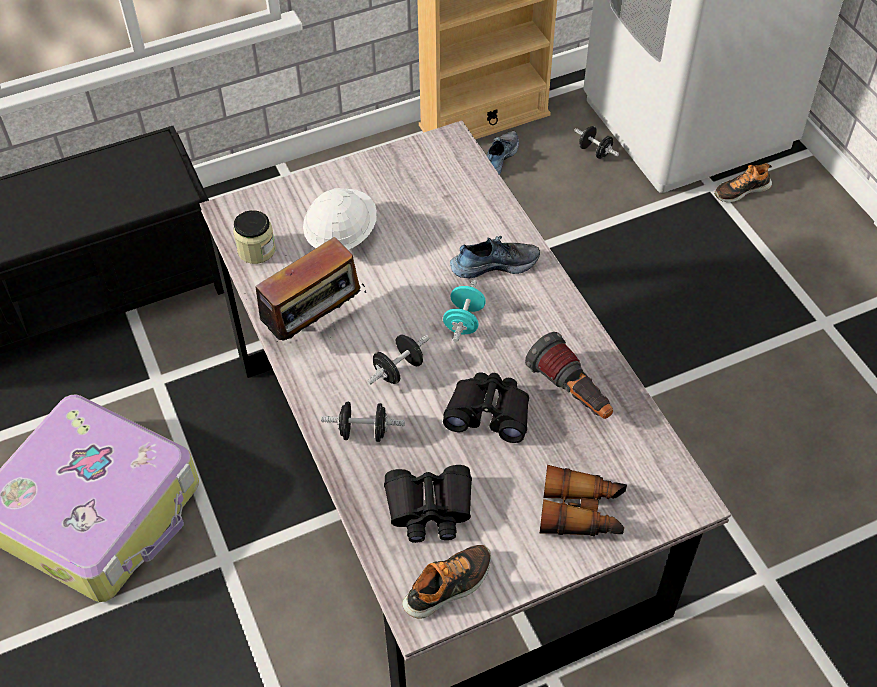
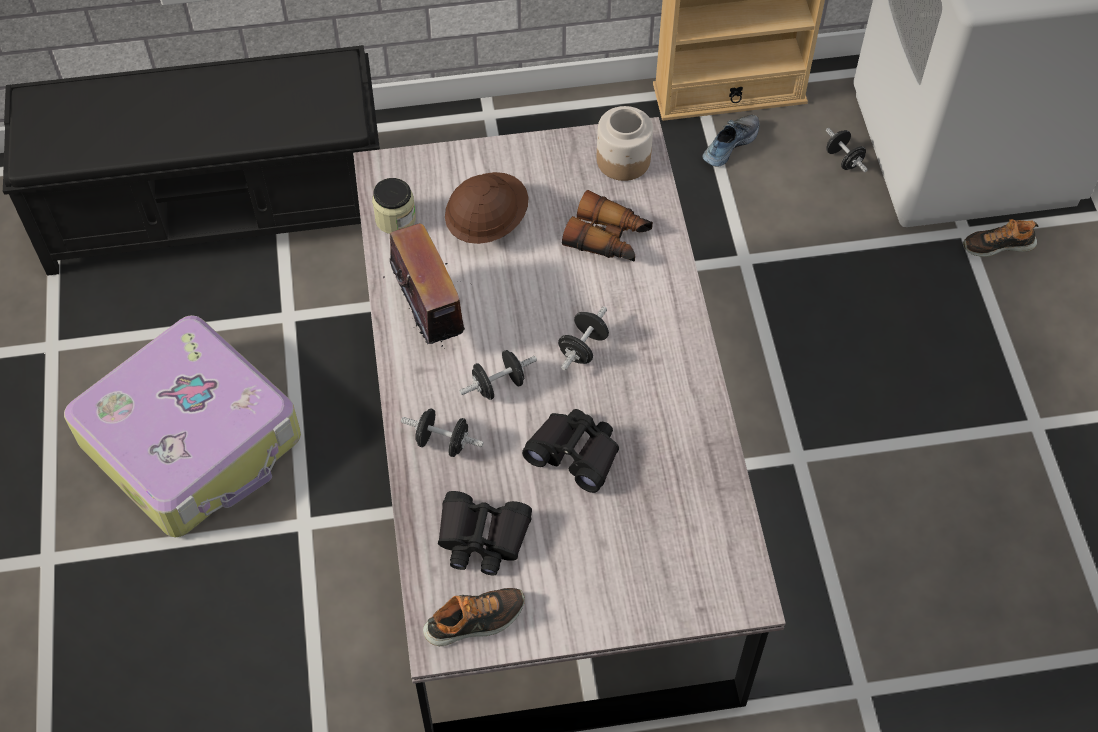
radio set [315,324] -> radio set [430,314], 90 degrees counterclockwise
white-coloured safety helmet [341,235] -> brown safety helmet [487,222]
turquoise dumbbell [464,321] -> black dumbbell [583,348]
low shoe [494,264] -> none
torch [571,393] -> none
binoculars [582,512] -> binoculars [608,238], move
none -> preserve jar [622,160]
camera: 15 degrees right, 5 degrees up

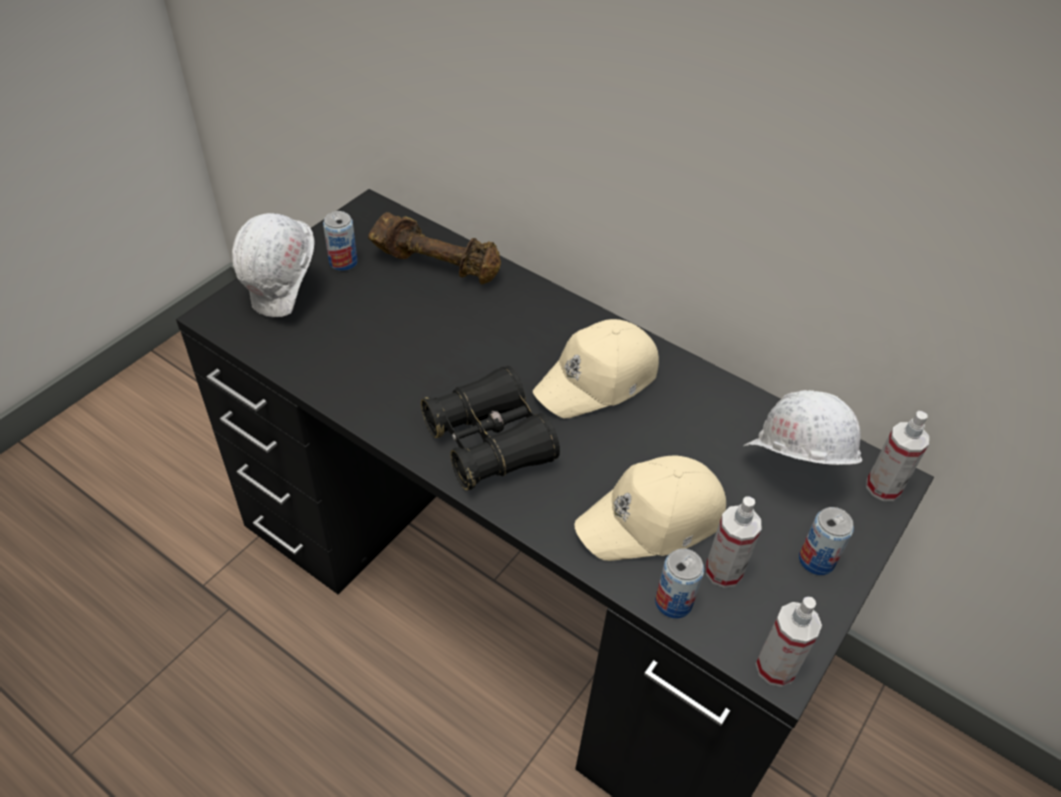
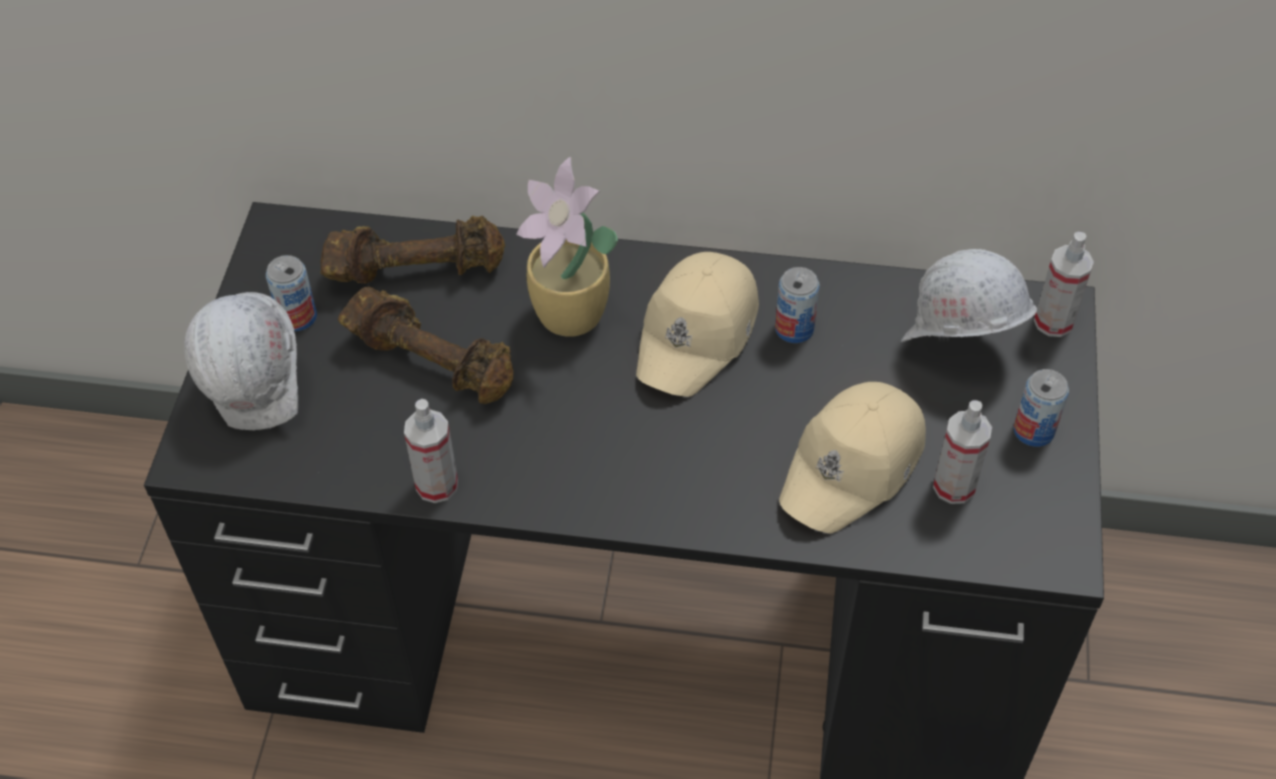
black binoculars [489,442] -> none
can [673,602] -> can [794,329], move
spray bottle [775,667] -> spray bottle [437,485], move
none -> brown dumbbell [433,361]
none -> potted plant [571,317]
camera: 25 degrees left, 5 degrees up

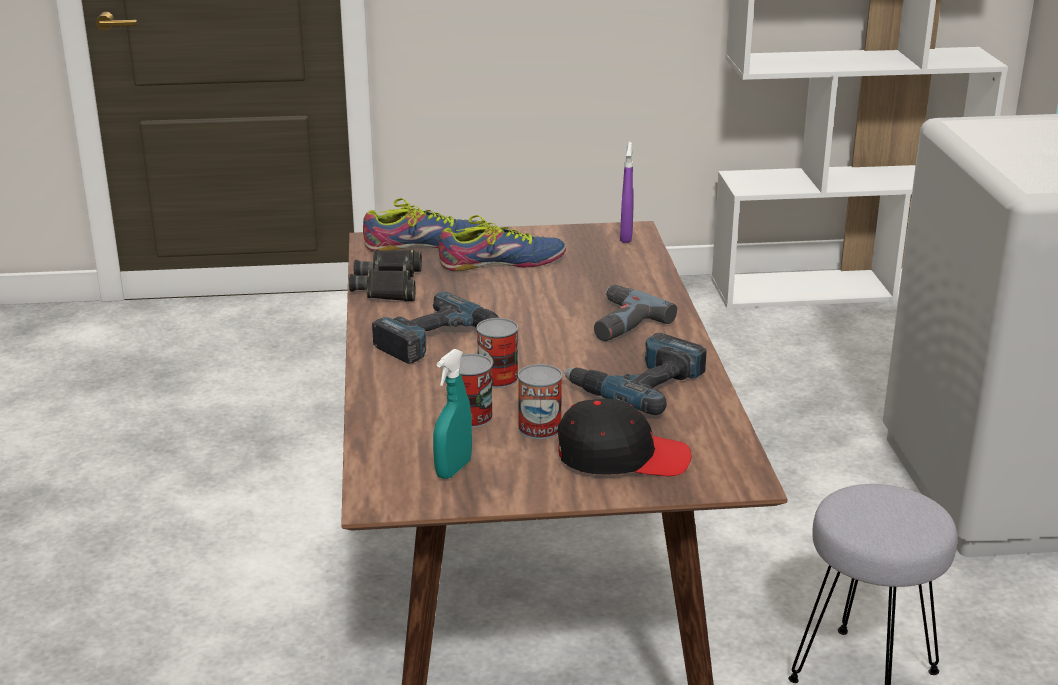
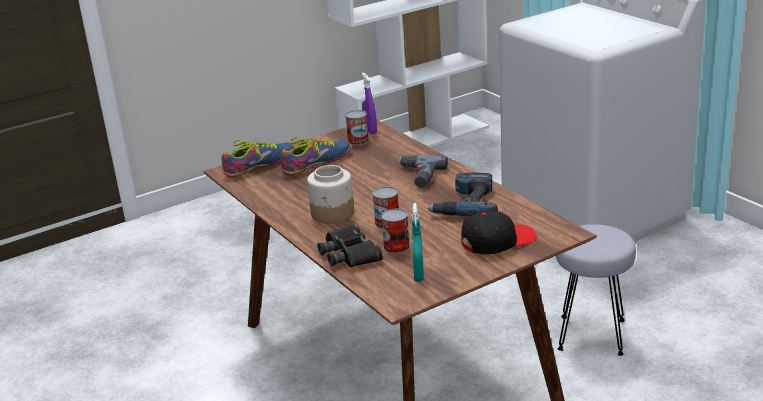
black binoculars [389,285] -> black binoculars [350,254], move
drill [441,341] -> preserve jar [333,213]
can [539,428] -> can [358,141], move
camera: 25 degrees left, 0 degrees up

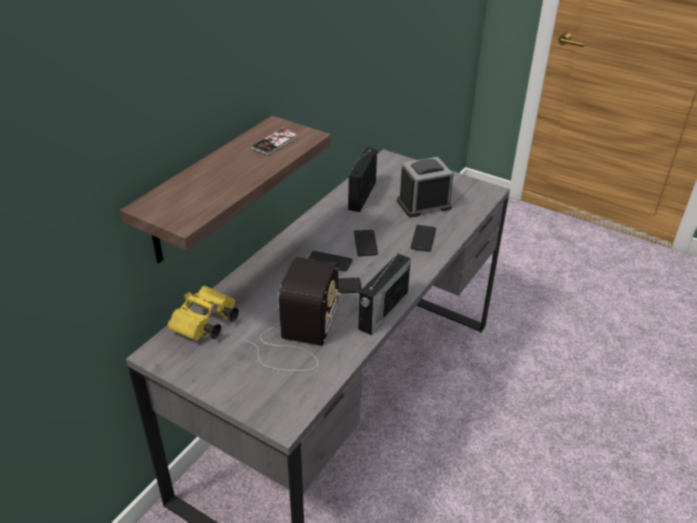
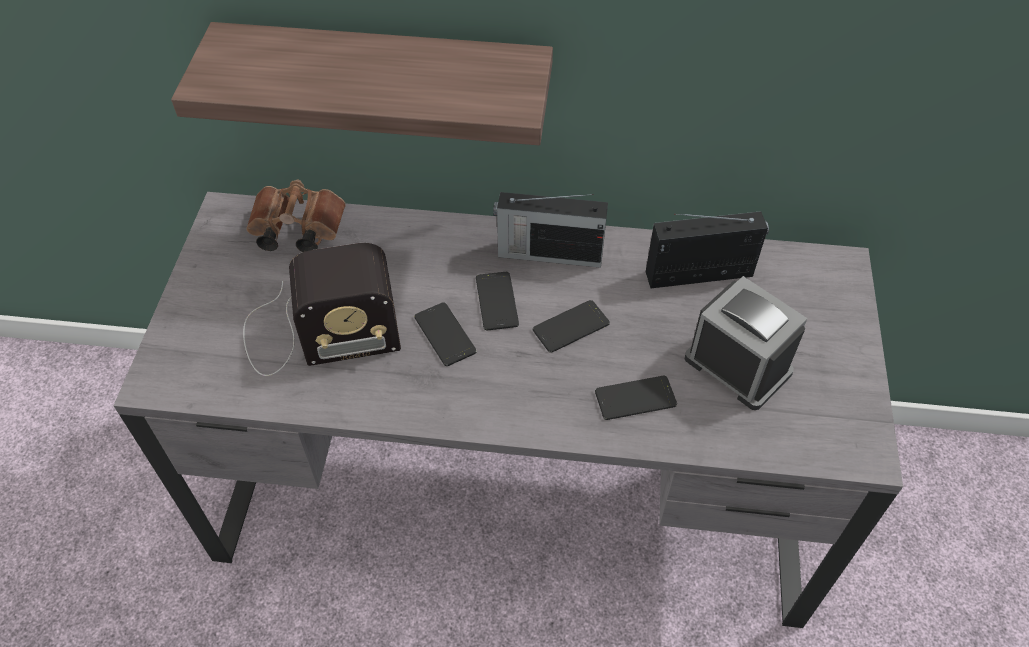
yellowish binoculars [205,324] -> brown binoculars [295,231]
telephone [275,143] -> none
radio set [382,312] -> radio set [548,253], move
camera: 65 degrees right, 15 degrees up

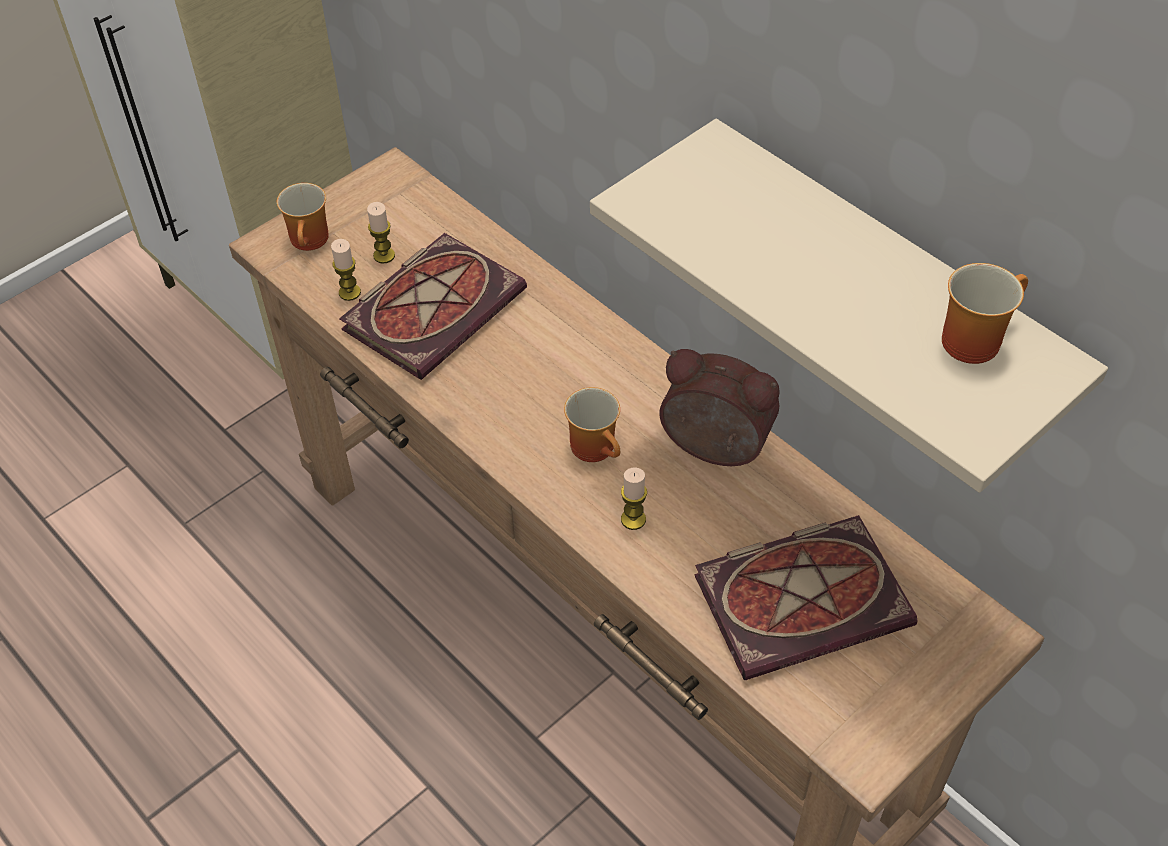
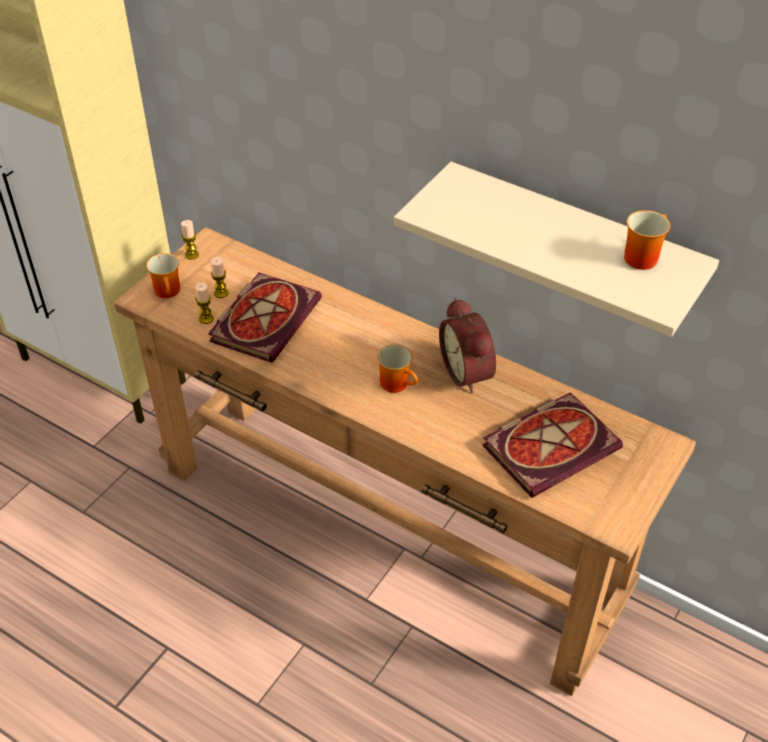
candle [633,519] -> candle [192,255], move
bedside clock [713,449] -> bedside clock [469,372], 120 degrees counterclockwise
camera: 15 degrees left, 5 degrees down

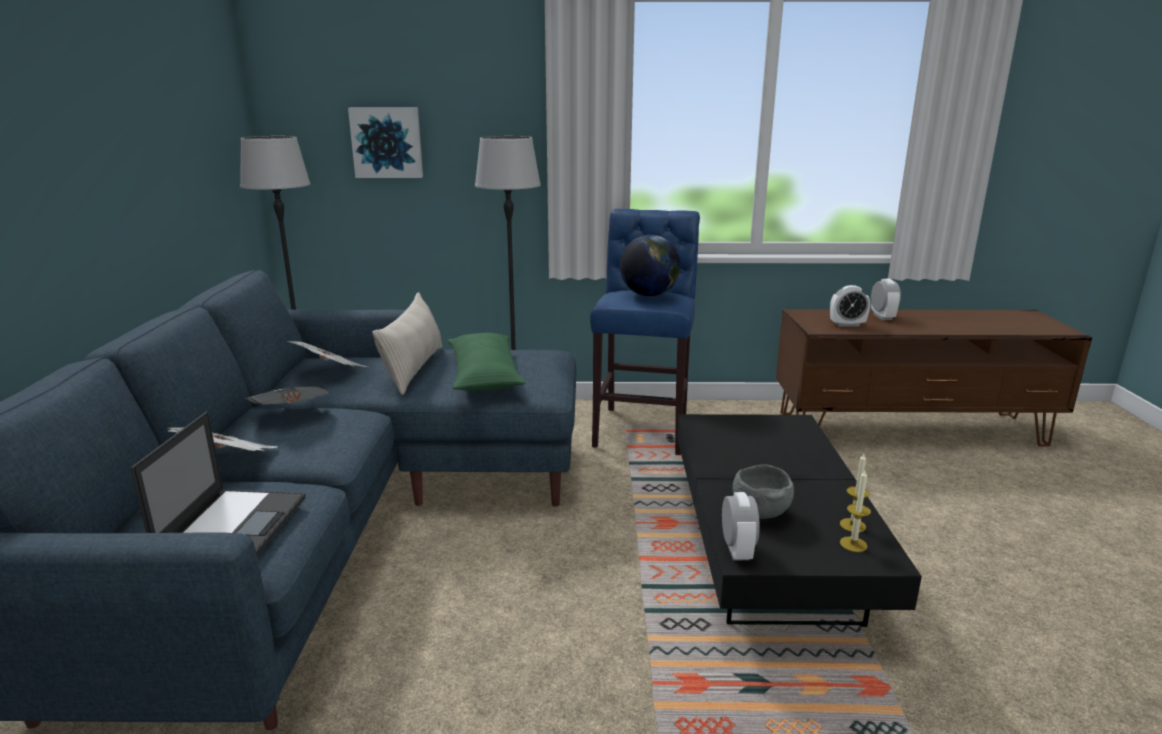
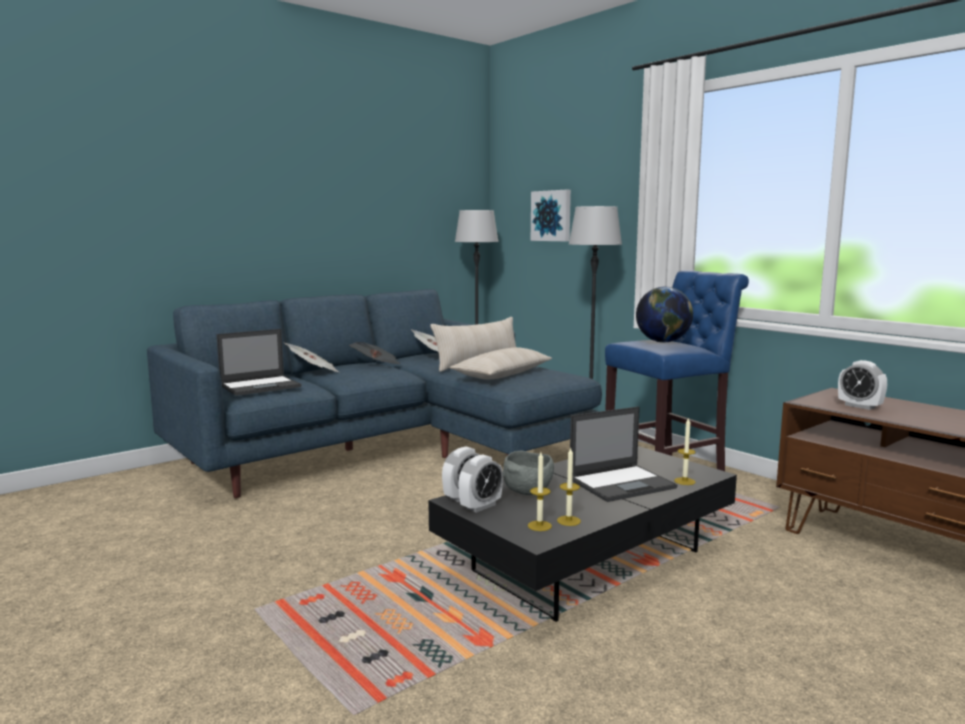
green-coloured pillow [484,375] -> beige-coloured pillow [502,375]
bedside clock [882,317] -> bedside clock [481,506], move
none -> notebook computer [622,483]
none -> candle [684,481]
camera: 50 degrees right, 10 degrees down

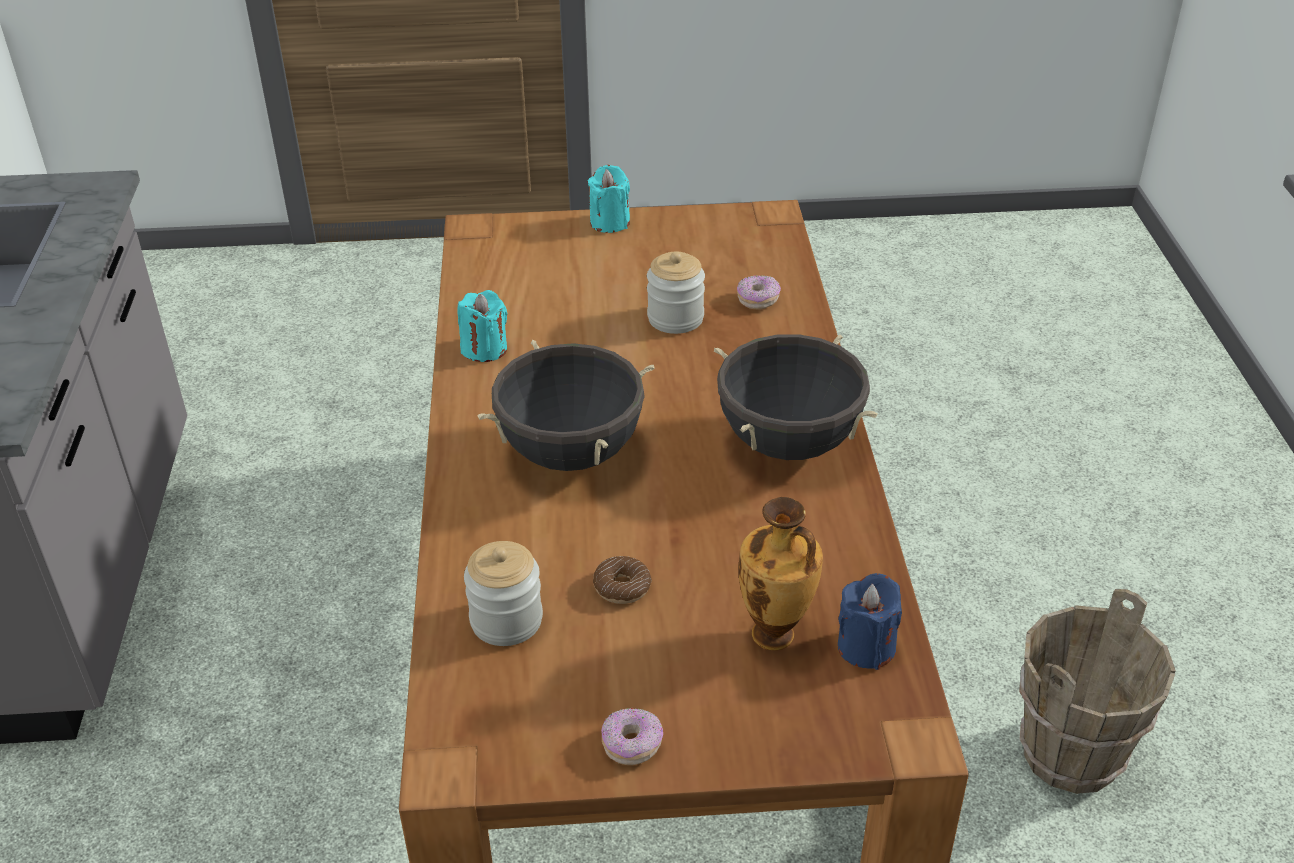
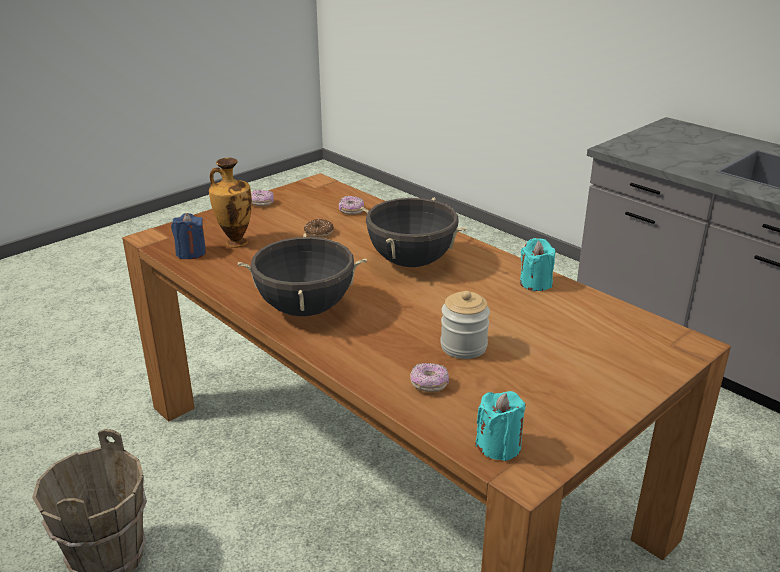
preserve jar [506,620] -> ring doughnut [351,211]
turquoise candle [609,222] -> turquoise candle [499,446], move
camera: 140 degrees right, 10 degrees down

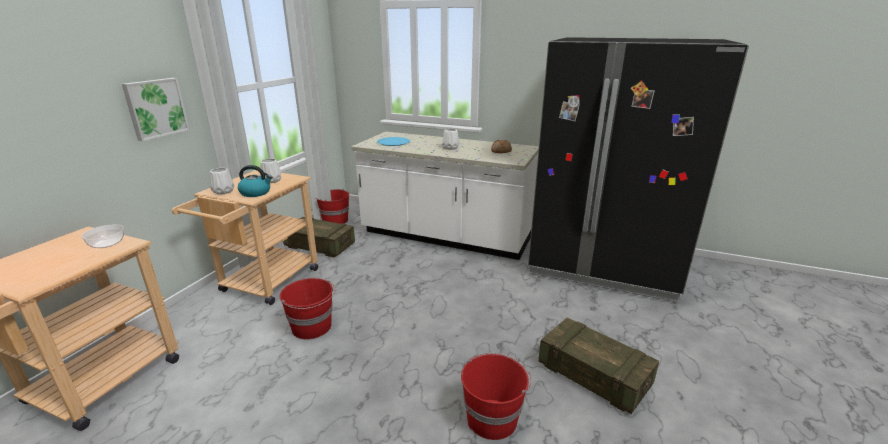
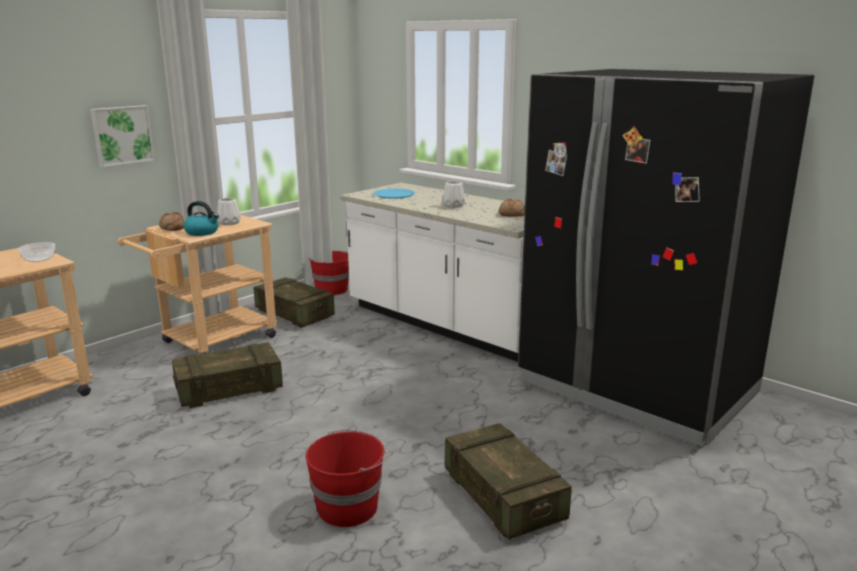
white-coloured vase [222,191] -> bakery bread [172,228]
red-coloured bucket [312,327] -> packing crate [229,390]
camera: 20 degrees right, 5 degrees down

